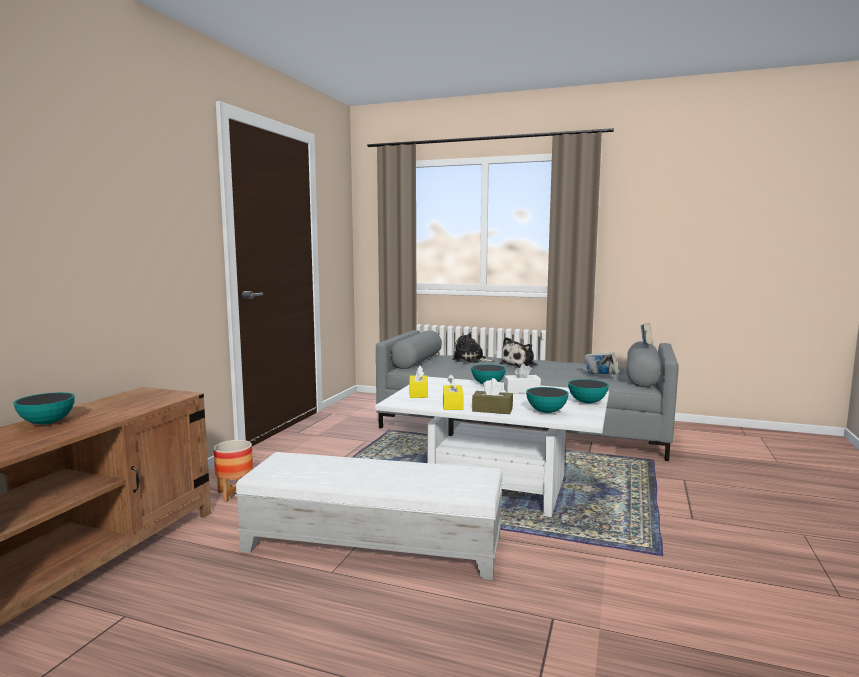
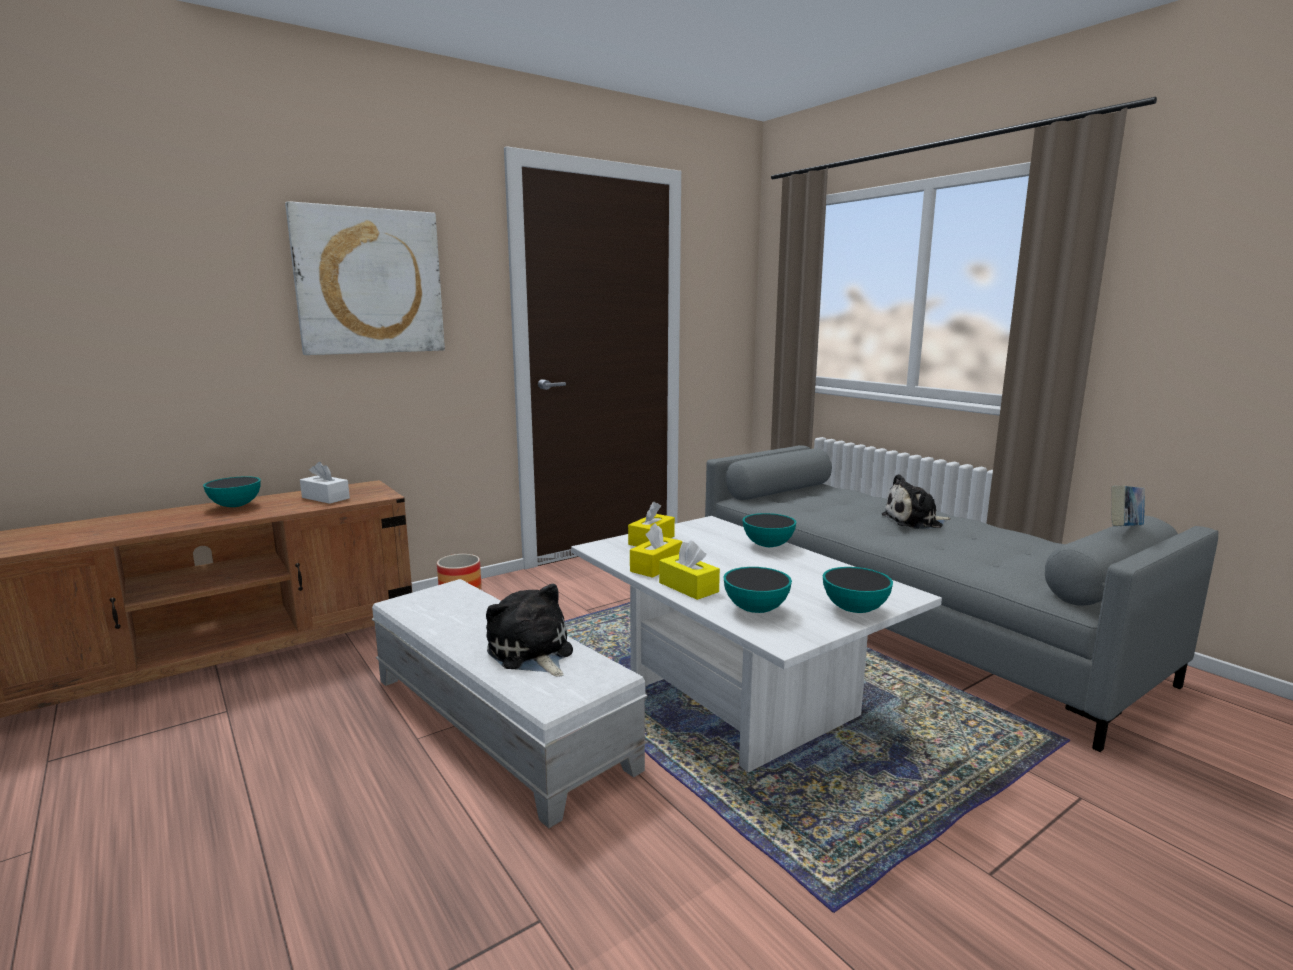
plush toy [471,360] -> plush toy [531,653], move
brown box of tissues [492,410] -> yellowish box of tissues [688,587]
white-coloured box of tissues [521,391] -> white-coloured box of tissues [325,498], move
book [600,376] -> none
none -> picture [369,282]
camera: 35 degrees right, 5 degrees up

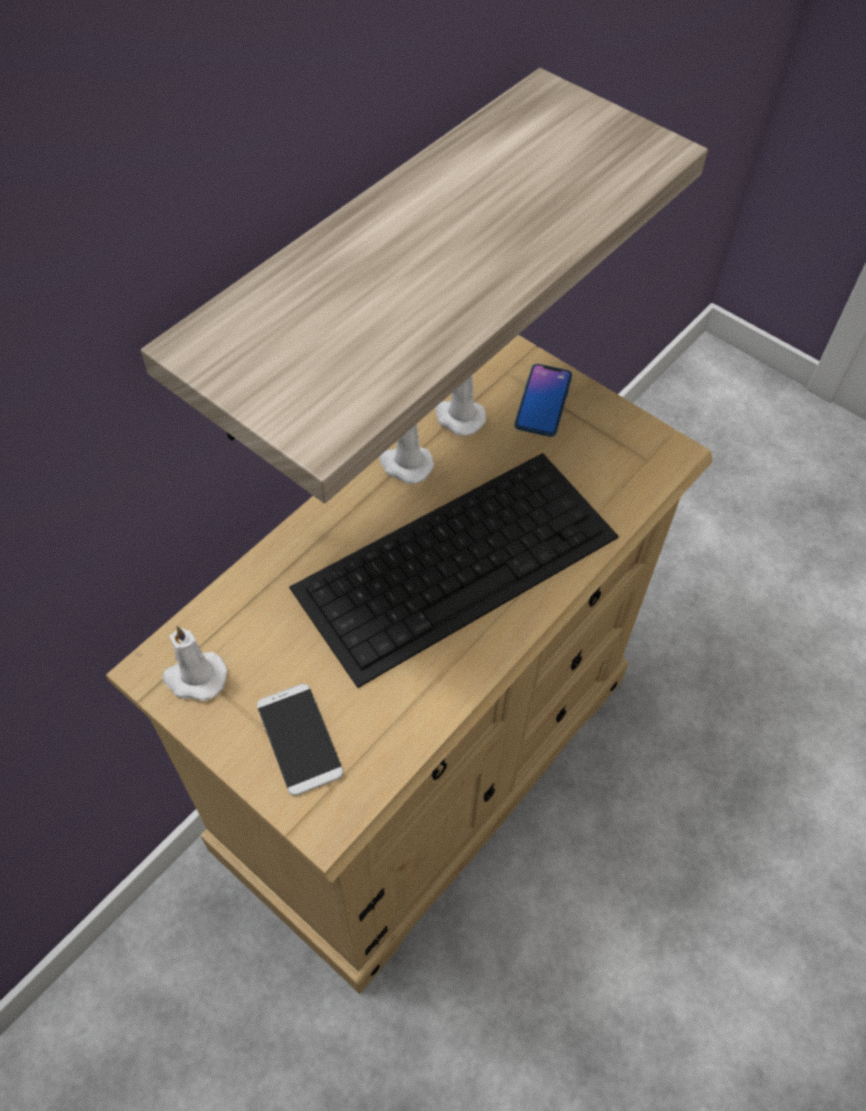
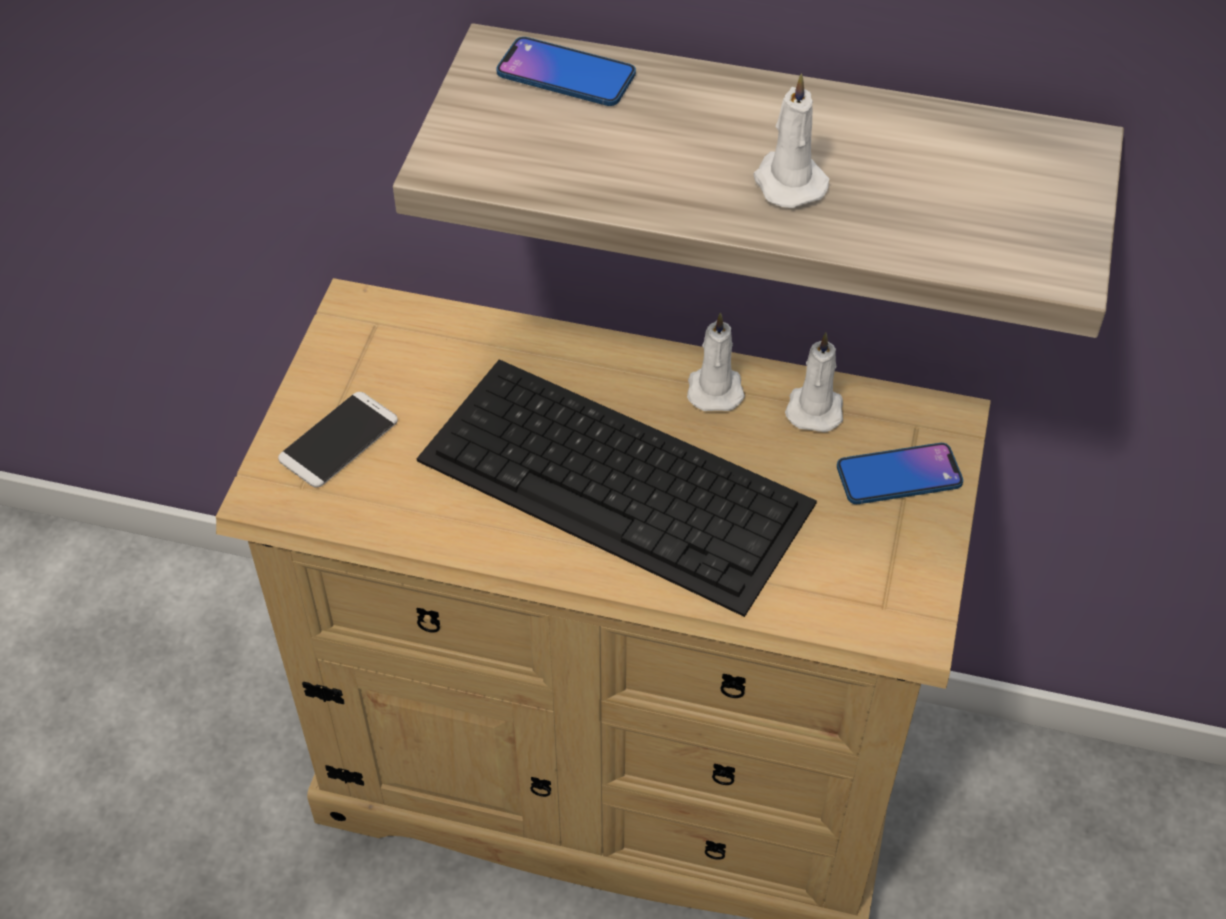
white-coloured candle [194,678] -> white-coloured candle [787,181], move
none -> telephone [566,74]
camera: 65 degrees right, 5 degrees down

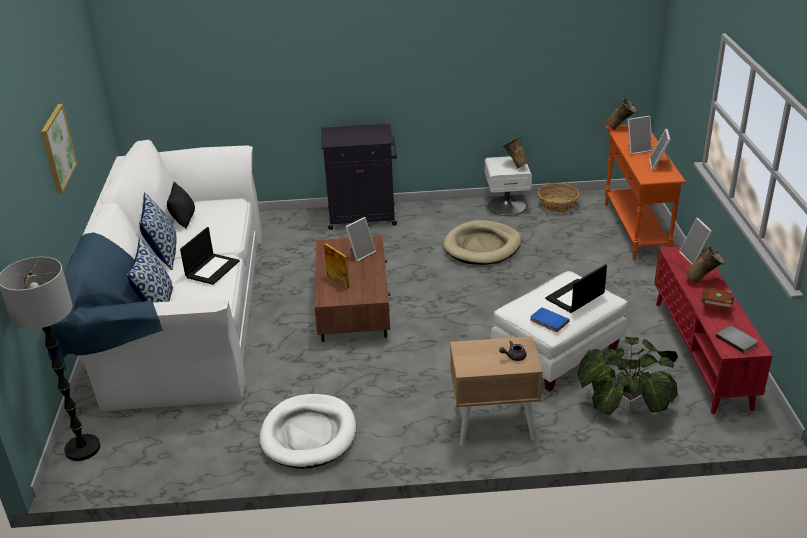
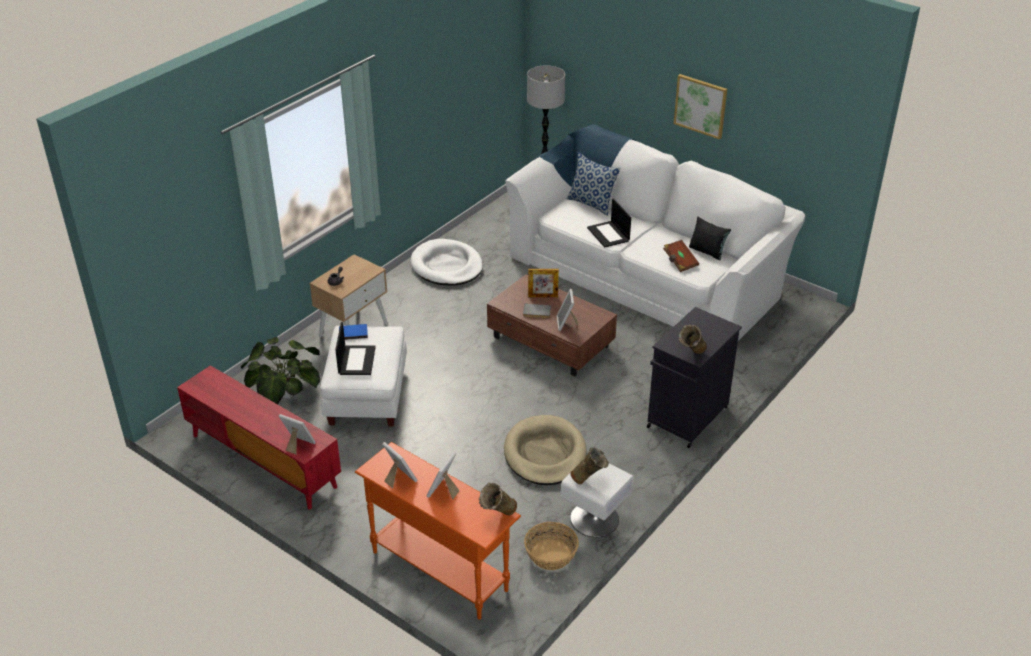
pillow [163,255] -> none
beige-coloured vase [703,281] -> beige-coloured vase [691,356], move
brown book [716,305] -> brown book [679,262], move
grey book [737,340] -> grey book [536,312], move
camera: 130 degrees right, 5 degrees up

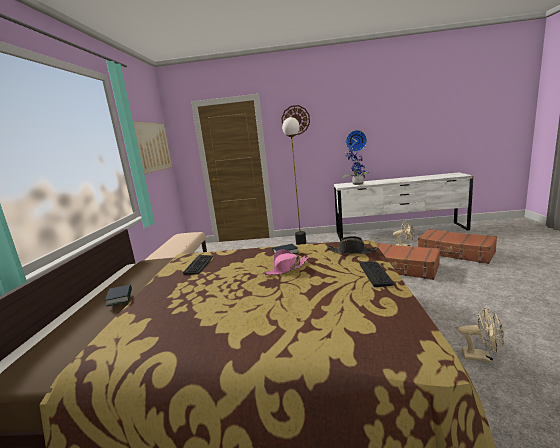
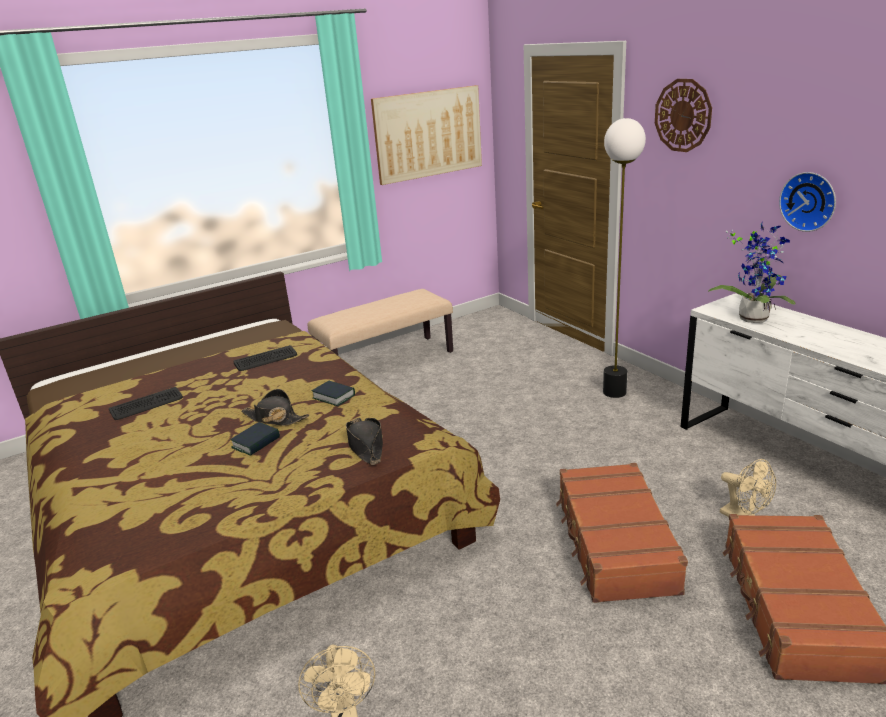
book [120,298] -> book [256,443], move
pink clothing hat [286,268] -> black clothing hat [275,418]
keyboard [376,274] -> keyboard [147,404], move
camera: 55 degrees right, 10 degrees up

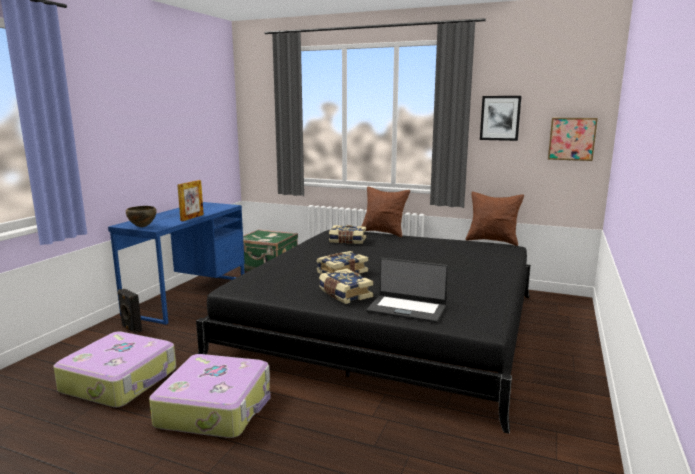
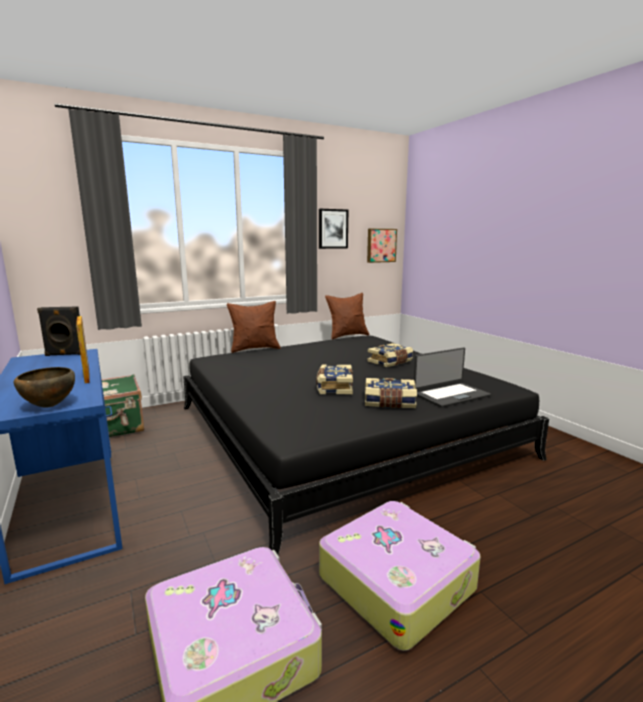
black speaker [131,329] -> black speaker [64,354], move
book [347,241] -> book [390,362], move
camera: 50 degrees left, 0 degrees up

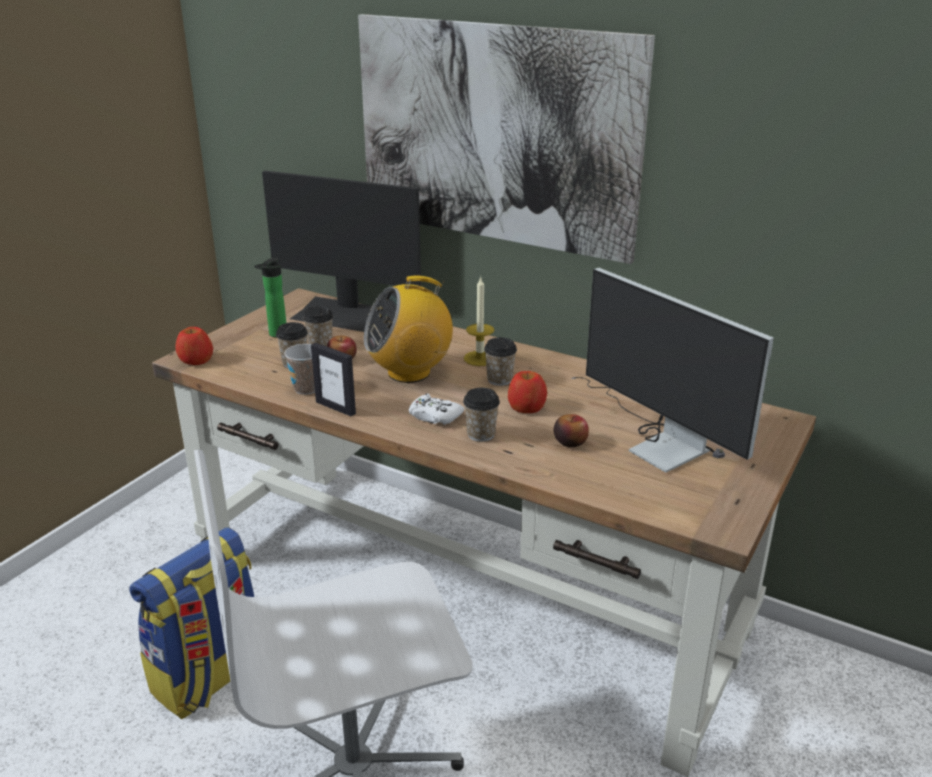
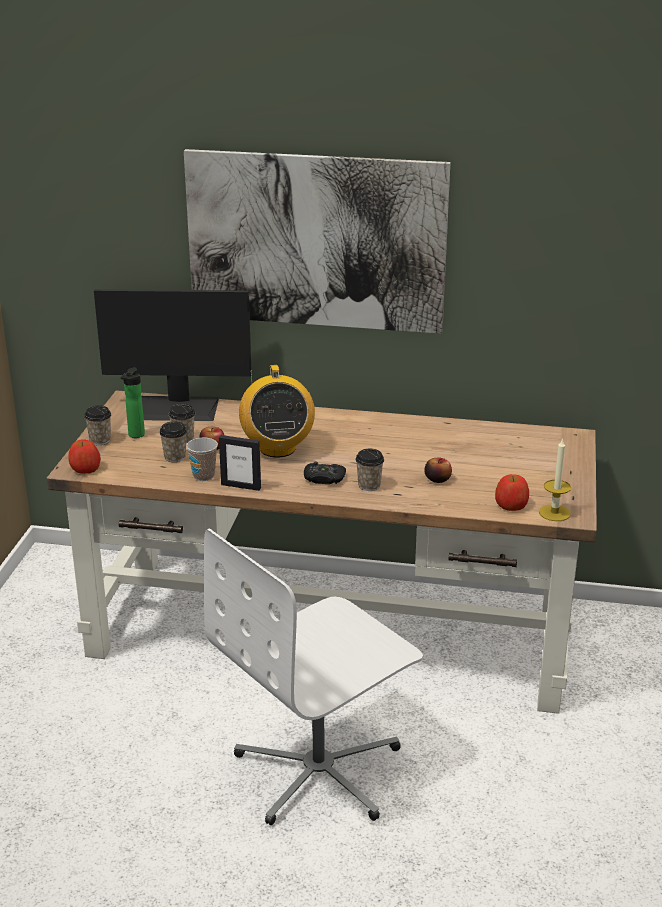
rucksack [210,678] -> none
radio set [409,372] -> radio set [277,448], 60 degrees counterclockwise
white-coloured game controller [434,416] -> black game controller [324,479]
candle [479,358] -> candle [554,513], move
drinking cup [499,380] -> drinking cup [100,440], move
apple [527,407] -> apple [511,505], move
monitor [656,441] -> none
camera: 20 degrees left, 0 degrees up

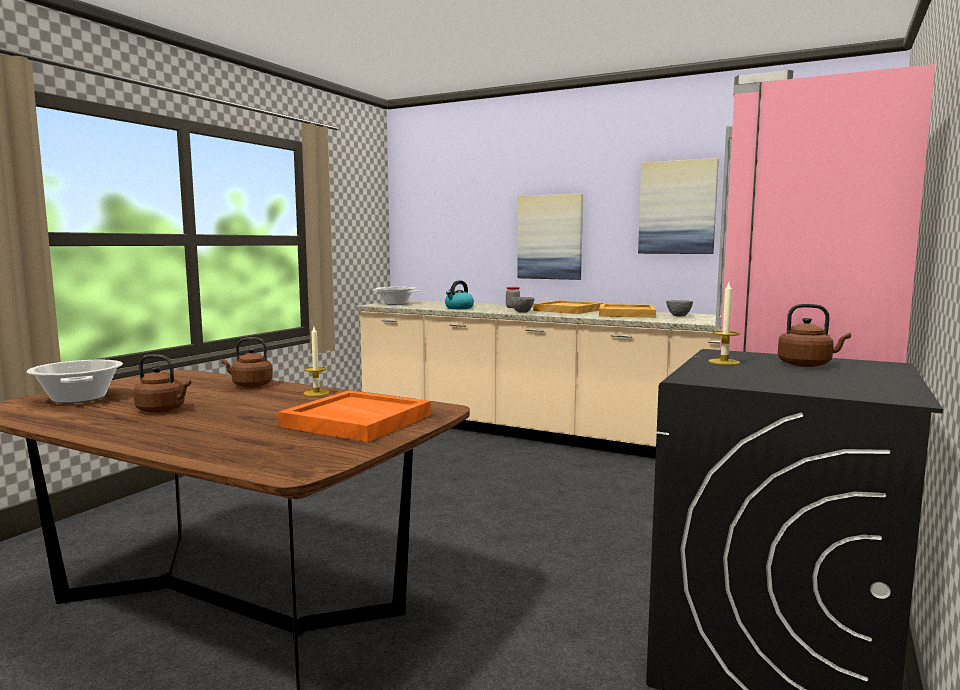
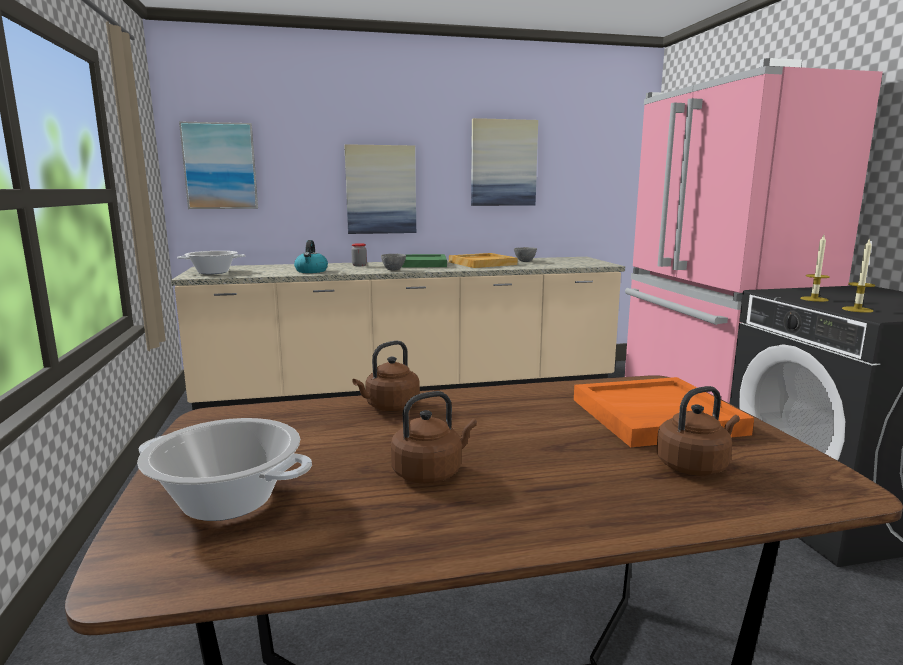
candle [316,393] -> candle [857,309], move
beige-coloured tray [567,310] -> green-coloured tray [420,264]
brown water kettle [807,365] -> brown water kettle [694,466], move
none -> picture [220,166]
camera: 40 degrees left, 5 degrees up

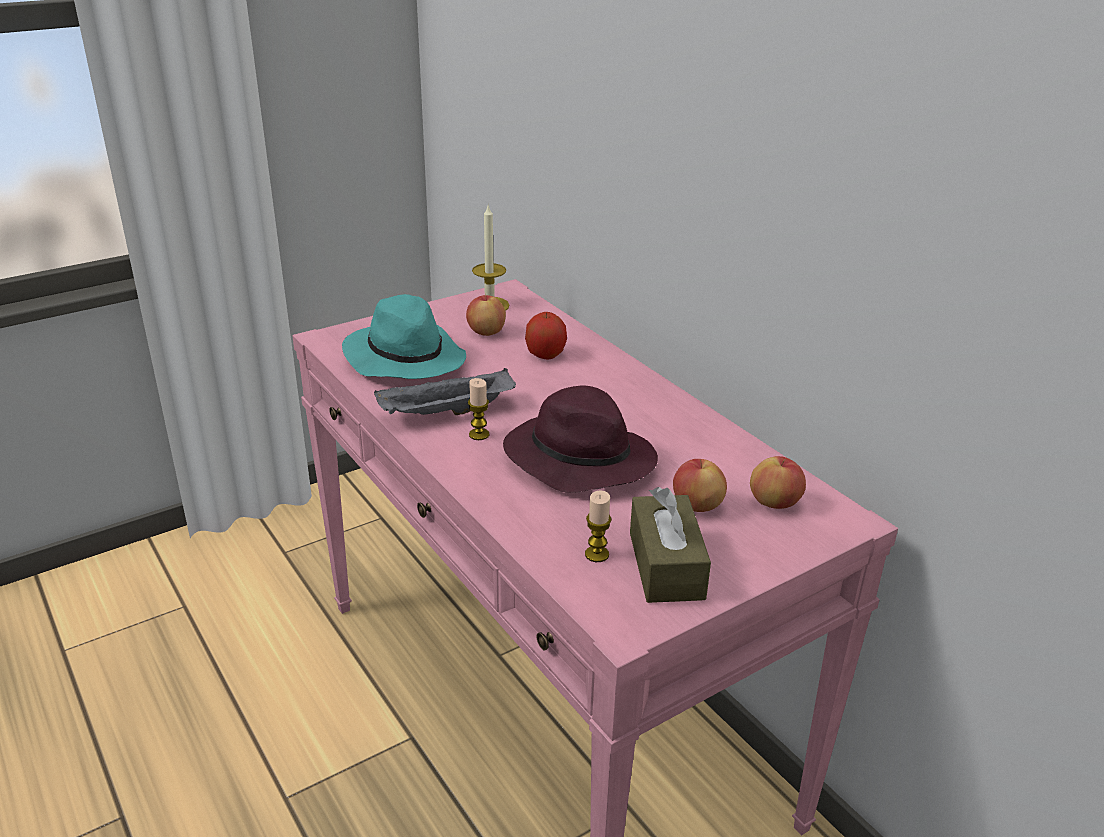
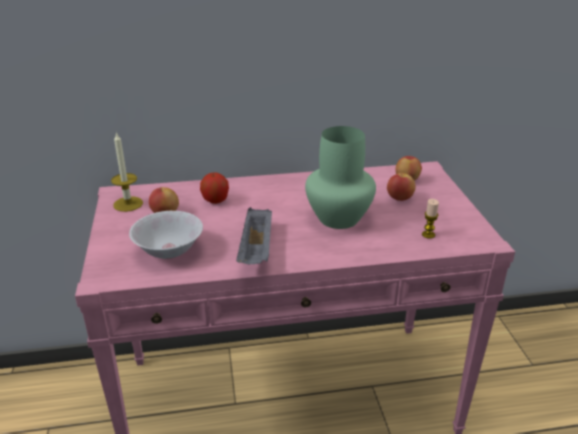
turquoise clothing hat [404,358] -> white-coloured bowl [168,251]
candle [479,434] -> none
purple clothing hat [577,459] -> green-coloured vase [339,219]
brown box of tissues [666,565] -> none
camera: 65 degrees left, 0 degrees up

